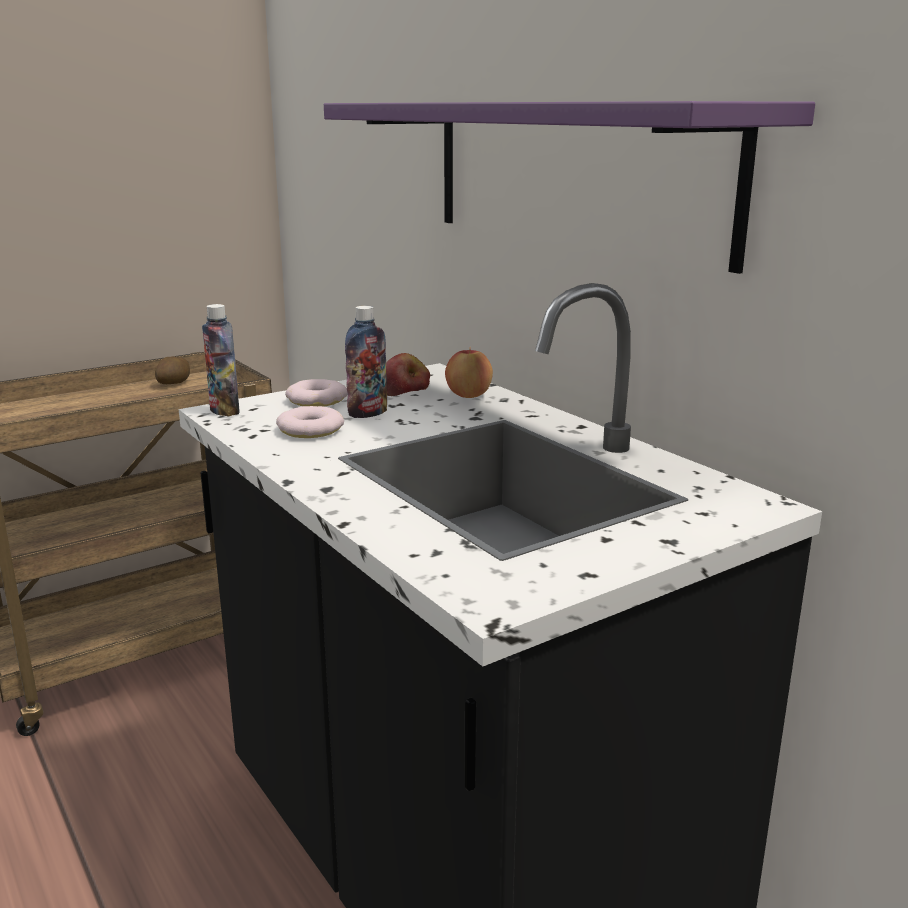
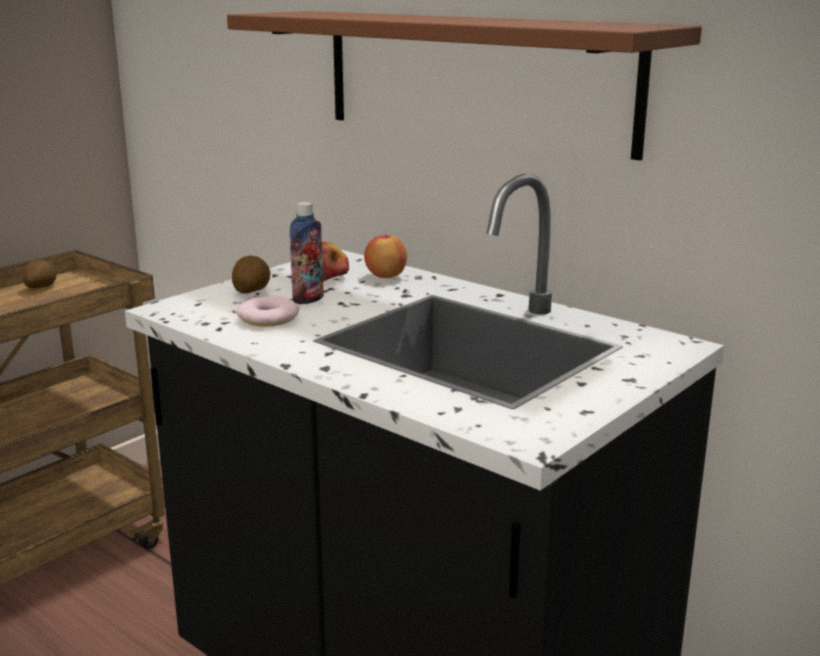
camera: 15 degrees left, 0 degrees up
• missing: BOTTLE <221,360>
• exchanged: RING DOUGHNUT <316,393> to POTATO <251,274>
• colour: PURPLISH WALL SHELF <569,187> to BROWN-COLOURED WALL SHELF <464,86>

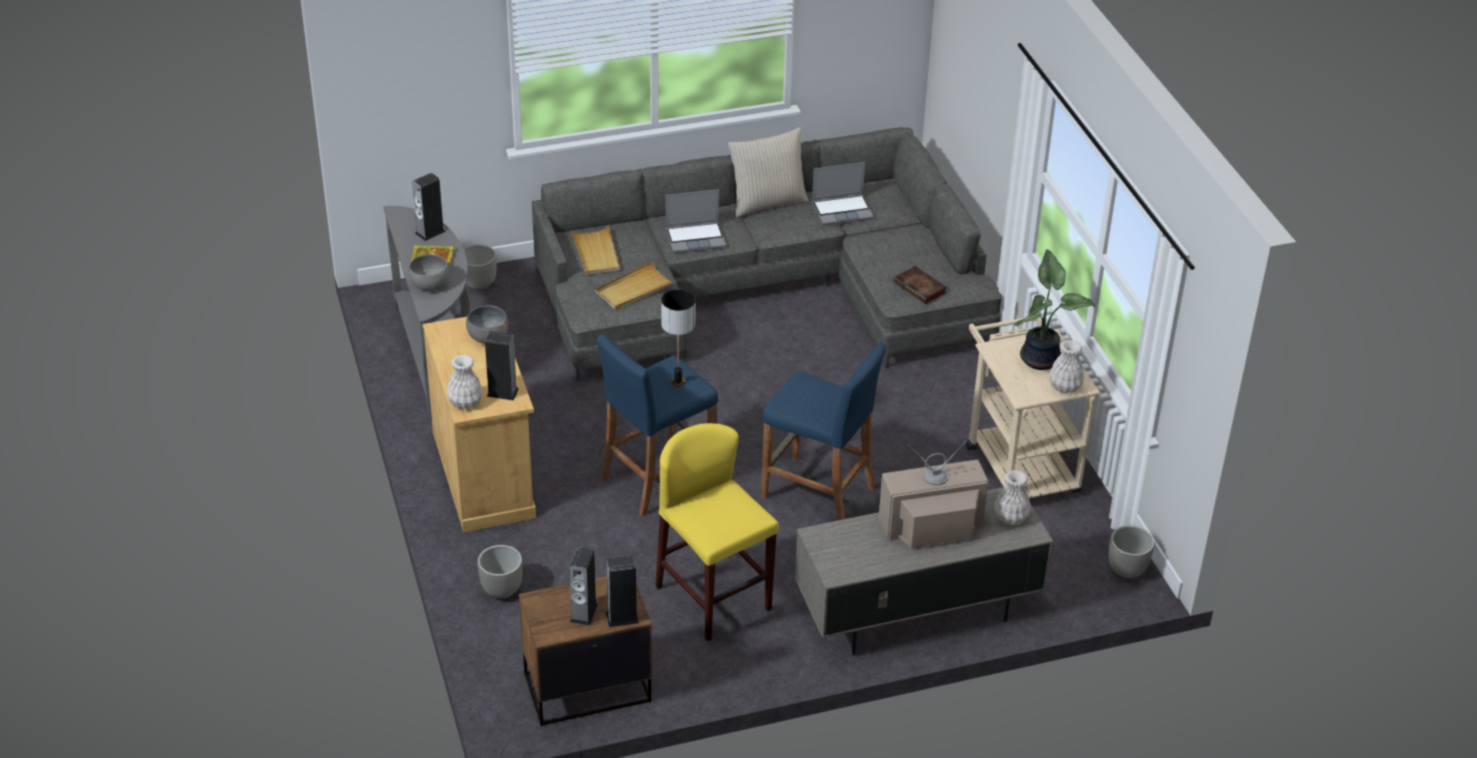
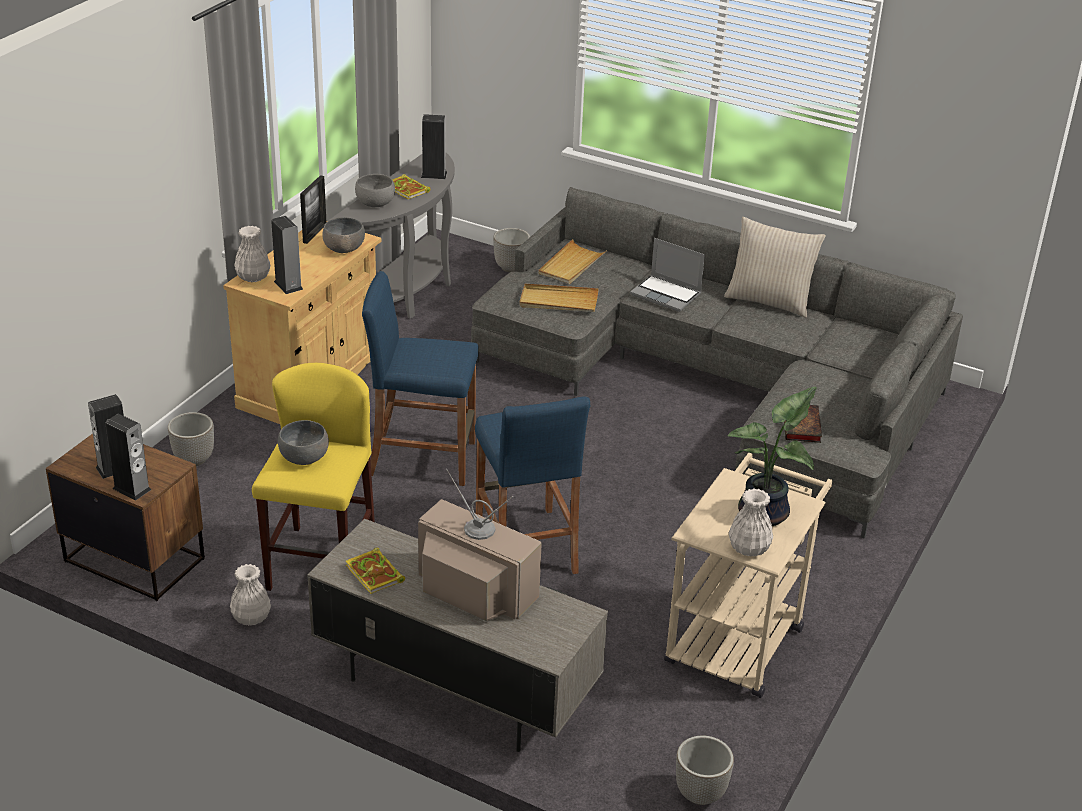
camera: 45 degrees right, 5 degrees down
• missing: TABLE LAMP <678,338>
• missing: LAPTOP <843,193>
• appeared: GREYISH DEEP DISH <303,442>
• appeared: PHOTO FRAME <313,209>
• appeared: BOOK <375,571>
• relocated: WHITISH DECORATIVE VASE <1012,497> to <250,594>

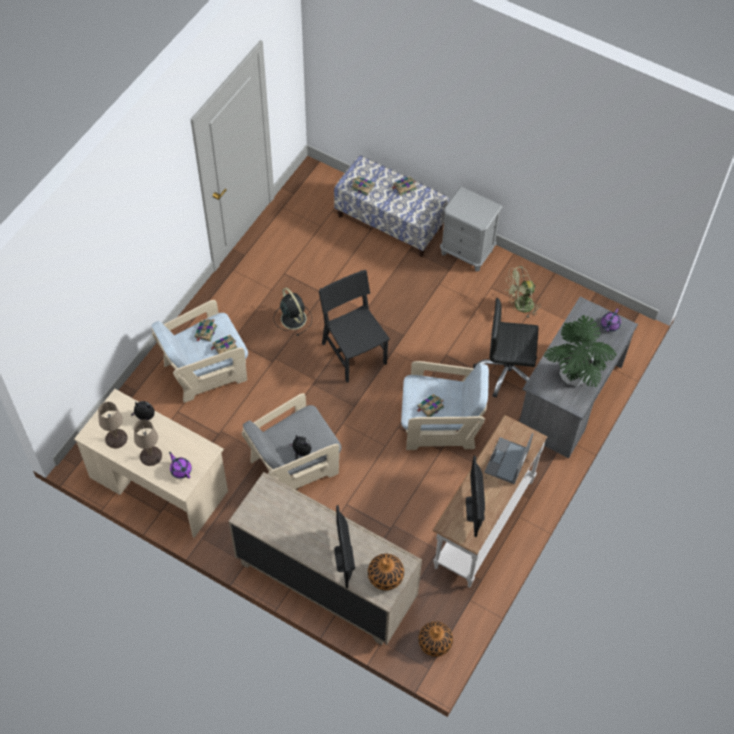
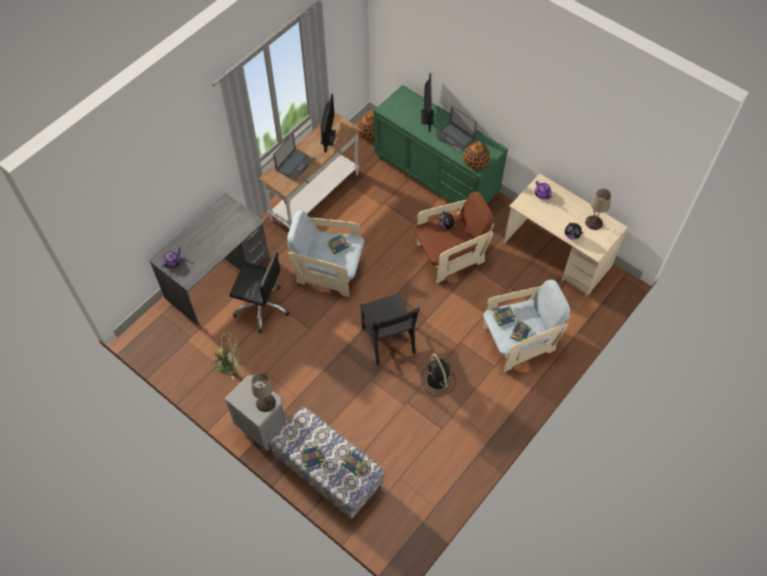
camera: 170 degrees left, 0 degrees up
• missing: PLANT IN A POT <580,351>
• appeared: LAPTOP <456,129>
• relocated: SAND-COLOURED TABLE LAMP <148,442> to <264,392>
• relocated: DECORATIVE VASE <386,572> to <476,155>
• colour: SAND-COLOURED DRAWER CHEST <325,558> to GREENISH DRAWER CHEST <441,144>
• colour: GREYISH EASY CHAIR <291,441> to BROWN-COLOURED EASY CHAIR <454,237>

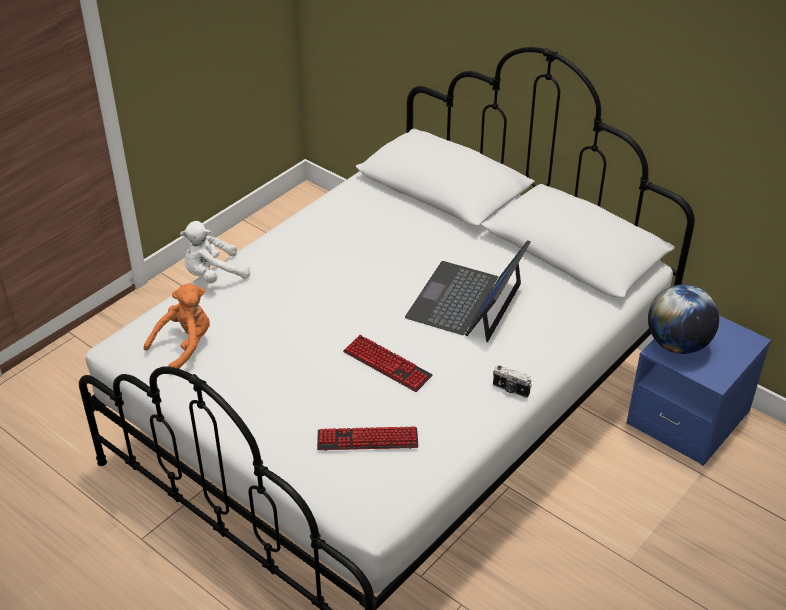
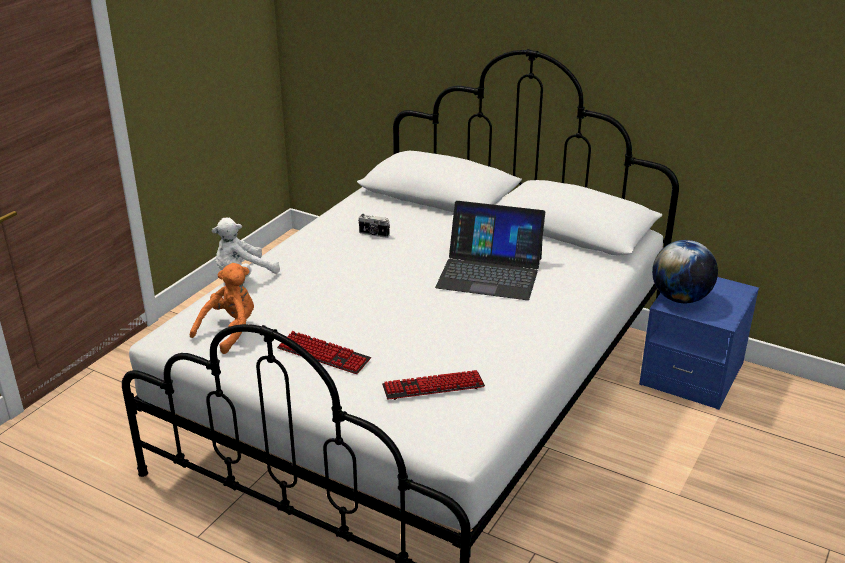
camera: 10 degrees left, 10 degrees down
• relocated: COMPUTER KEYBOARD <388,363> to <324,352>
• relocated: PHOTO CAMERA <512,381> to <374,226>
• spun: LAPTOP <467,291> = <490,250> 90 degrees counterclockwise

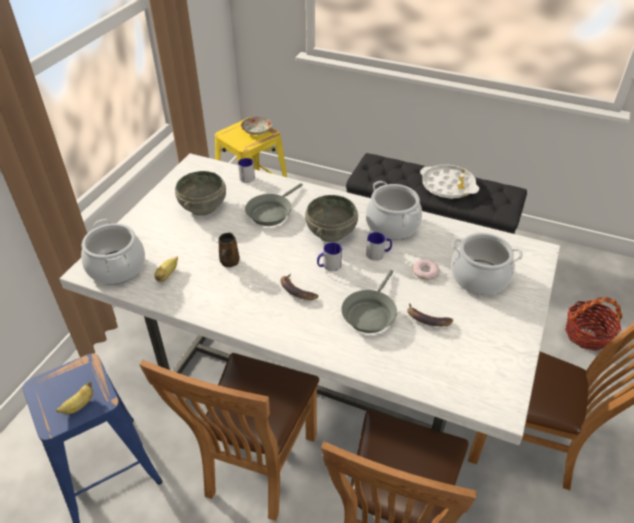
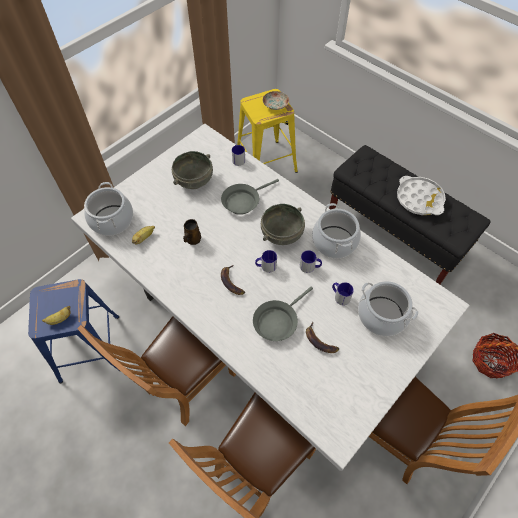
camera: 20 degrees right, 15 degrees up
• exchanged: RING DOUGHNUT <426,270> to MUG <343,293>

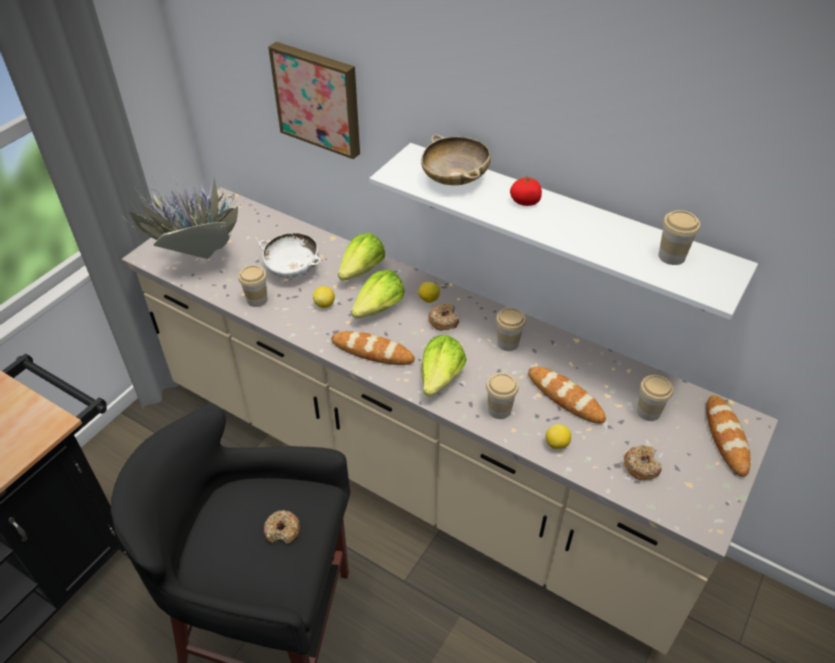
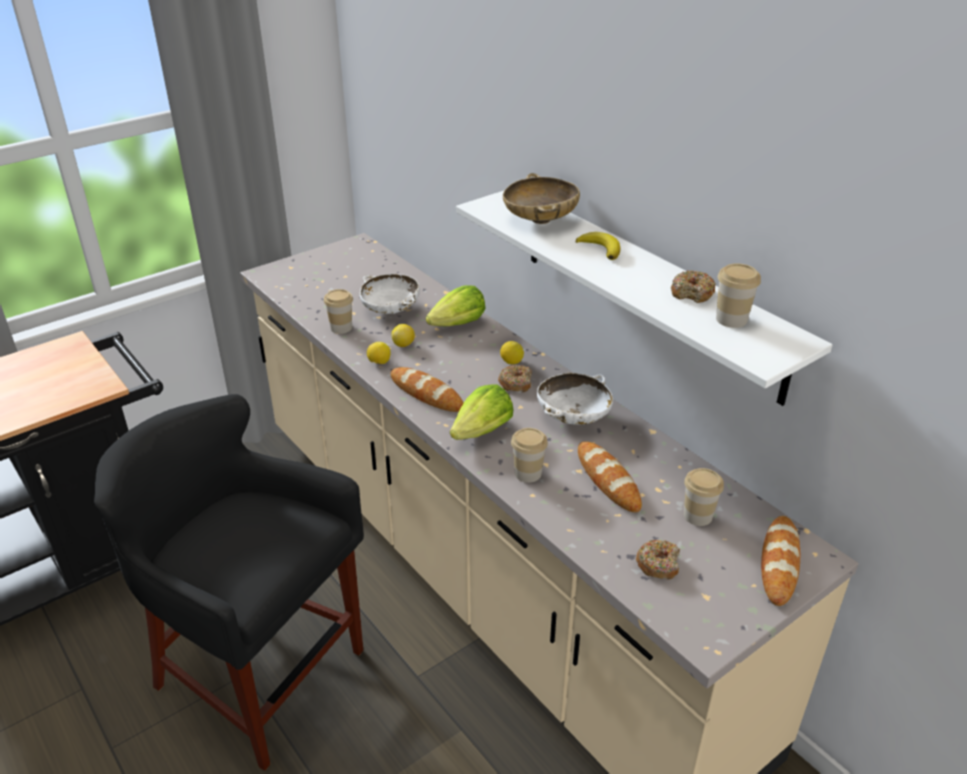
camera: 20 degrees right, 10 degrees down
• missing: PLANT IN A POT <183,214>
• missing: PICTURE <314,100>
• missing: LETTUCE <377,294>
• relocated: RING DOUGHNUT <282,527> to <693,286>
• relocated: WHOLE LEMON <558,436> to <379,353>
• exchanged: DRINKING CUP <511,329> to WHITISH DEEP DISH <575,399>
• exchanged: TOMATO <526,190> to BANANA FRUIT <598,246>

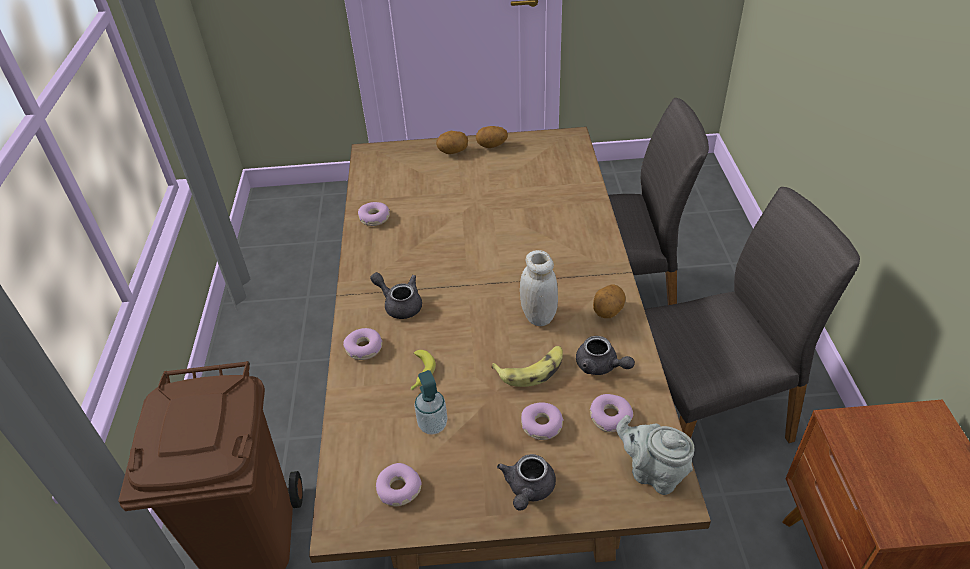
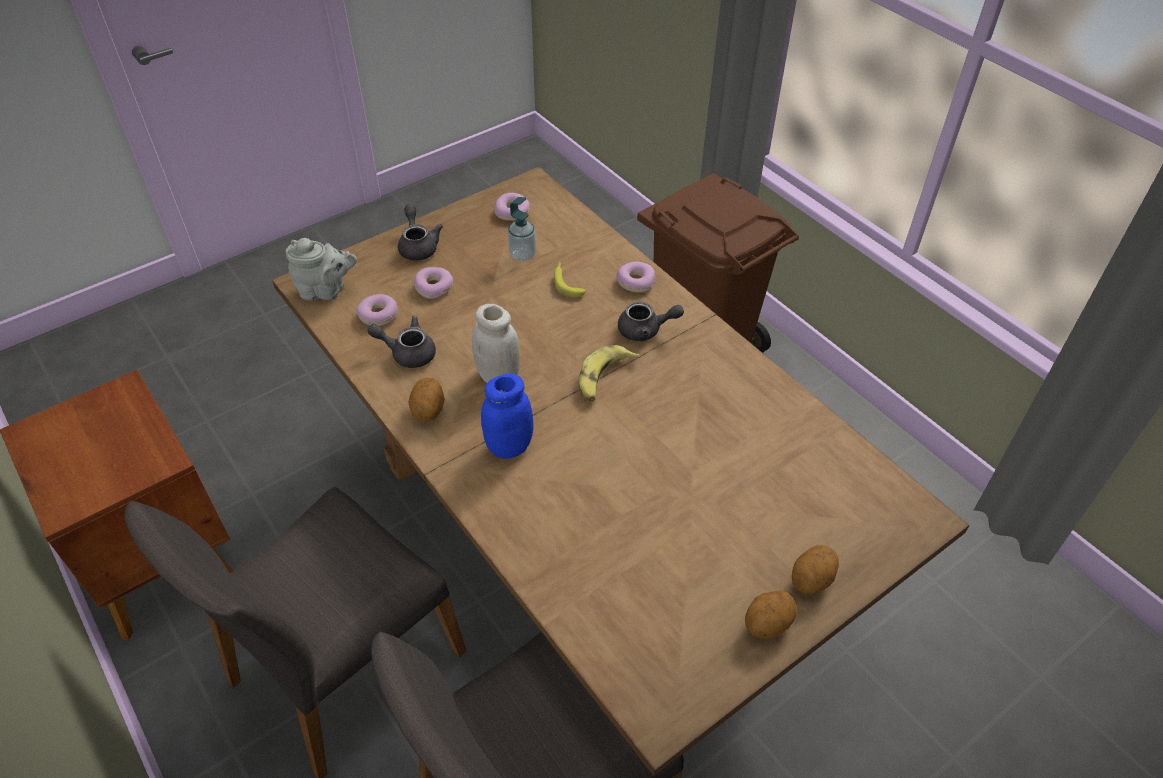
camera: 145 degrees right, 5 degrees up
• missing: RING DOUGHNUT <374,214>
• appeared: BLUISH PRESERVE JAR <507,416>
• relocated: BANANA FRUIT <527,366> to <609,373>

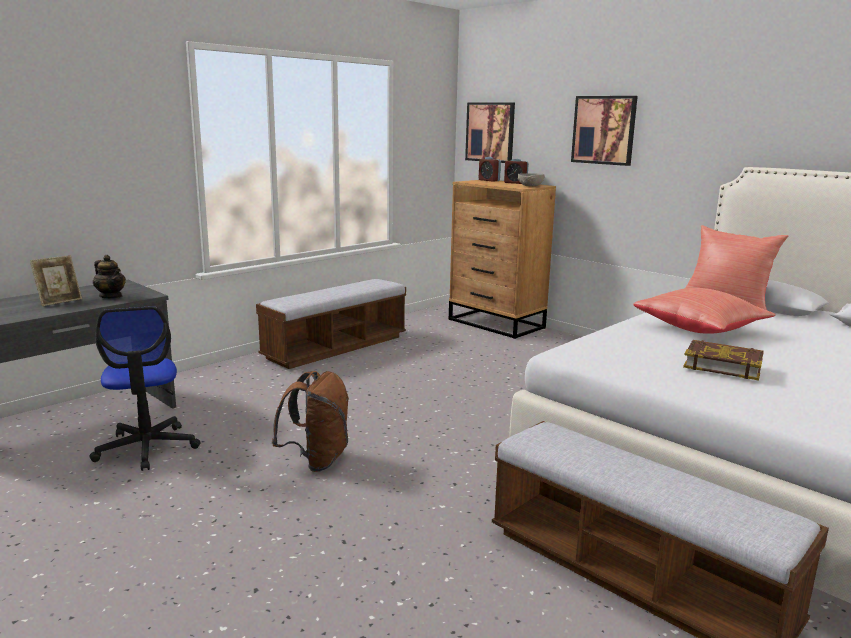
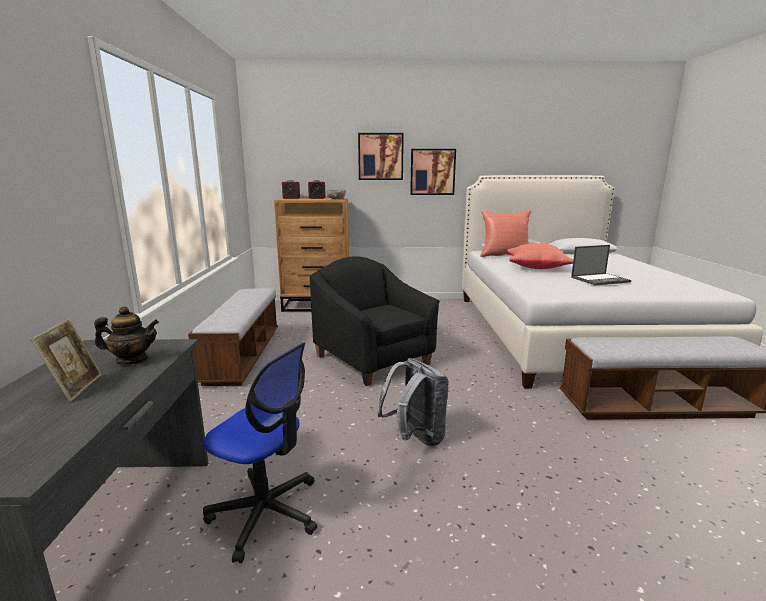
camera: 45 degrees left, 0 degrees up
• appeared: BLACK-COLOURED EASY CHAIR <375,321>
• relocated: PICTURE <490,132> to <433,172>
• exchanged: BOOK <723,360> to LAPTOP <601,265>
• colour: BROWN-COLOURED RUCKSACK <310,421> to GREYISH RUCKSACK <413,402>

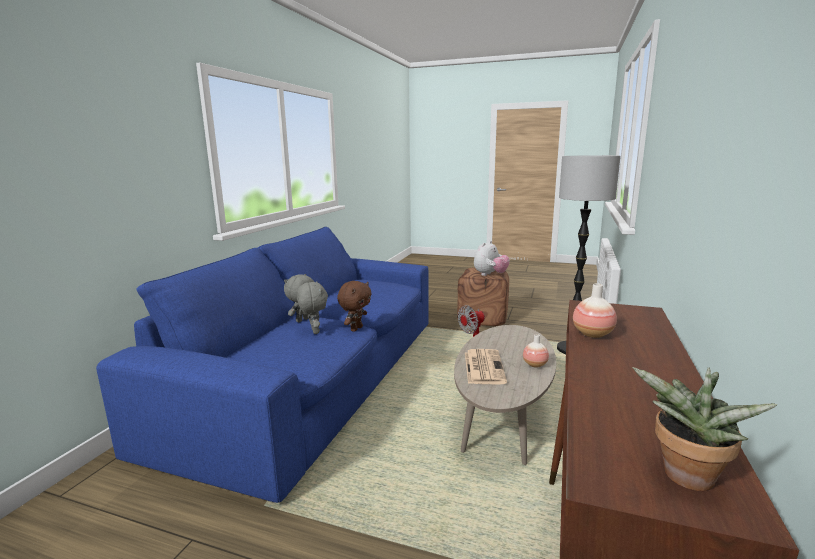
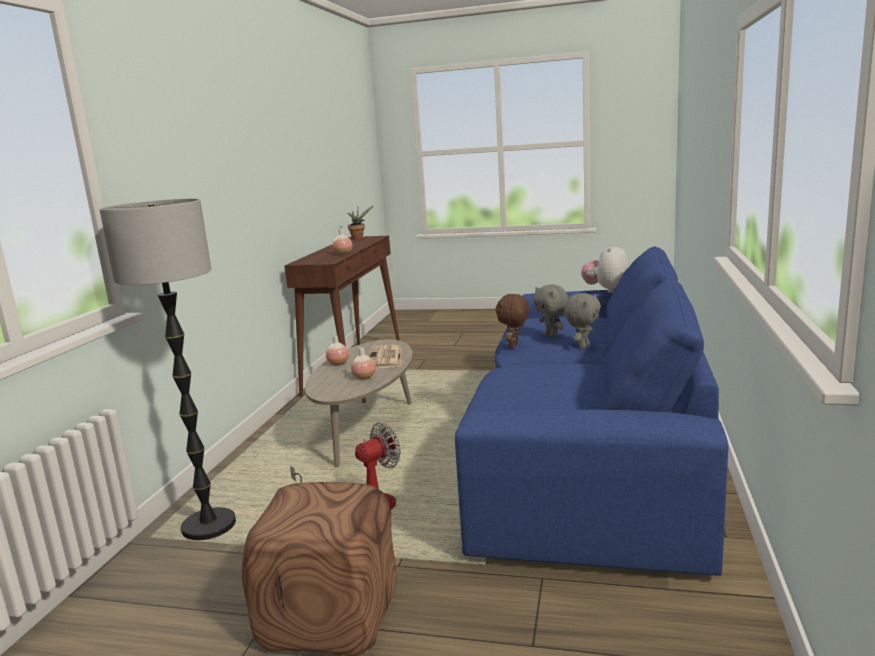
camera: 175 degrees right, 0 degrees up
• appeared: DECORATIVE VASE <363,363>
• relocated: SOFT TOY <492,258> to <605,268>

